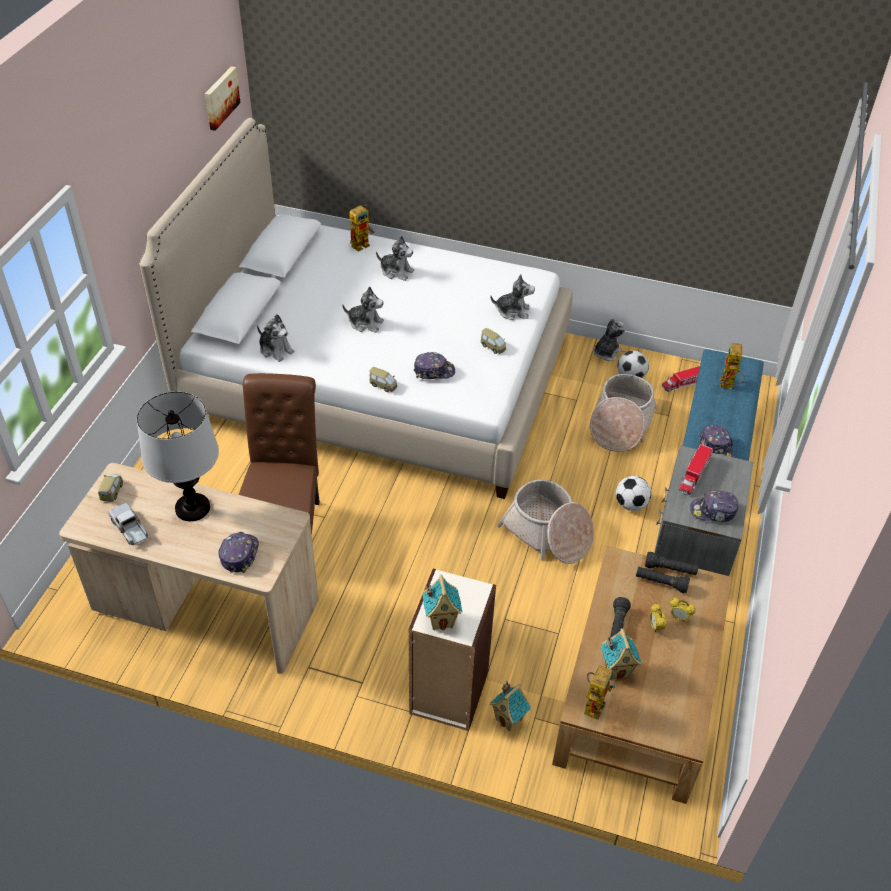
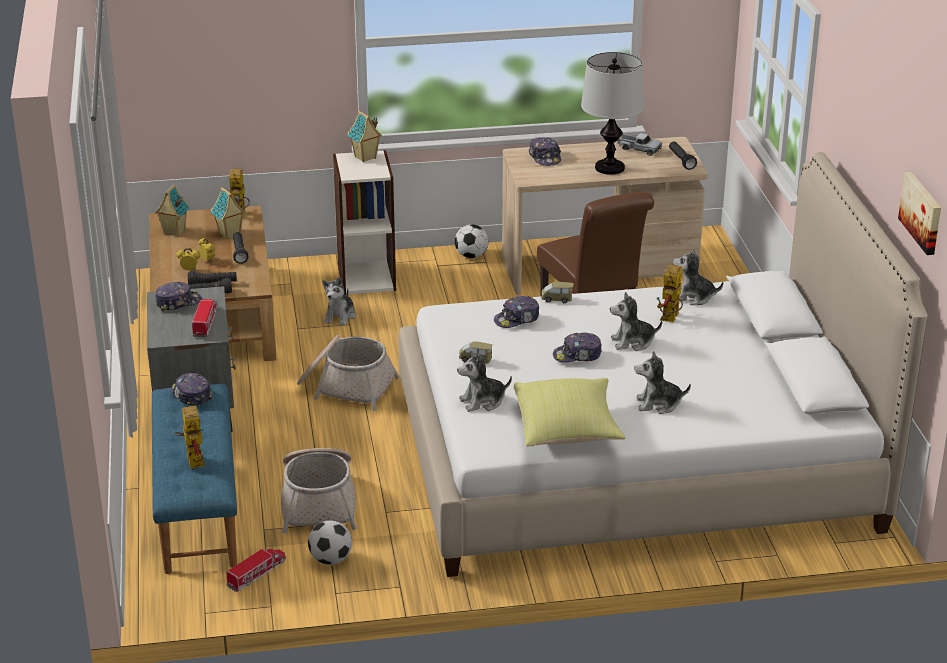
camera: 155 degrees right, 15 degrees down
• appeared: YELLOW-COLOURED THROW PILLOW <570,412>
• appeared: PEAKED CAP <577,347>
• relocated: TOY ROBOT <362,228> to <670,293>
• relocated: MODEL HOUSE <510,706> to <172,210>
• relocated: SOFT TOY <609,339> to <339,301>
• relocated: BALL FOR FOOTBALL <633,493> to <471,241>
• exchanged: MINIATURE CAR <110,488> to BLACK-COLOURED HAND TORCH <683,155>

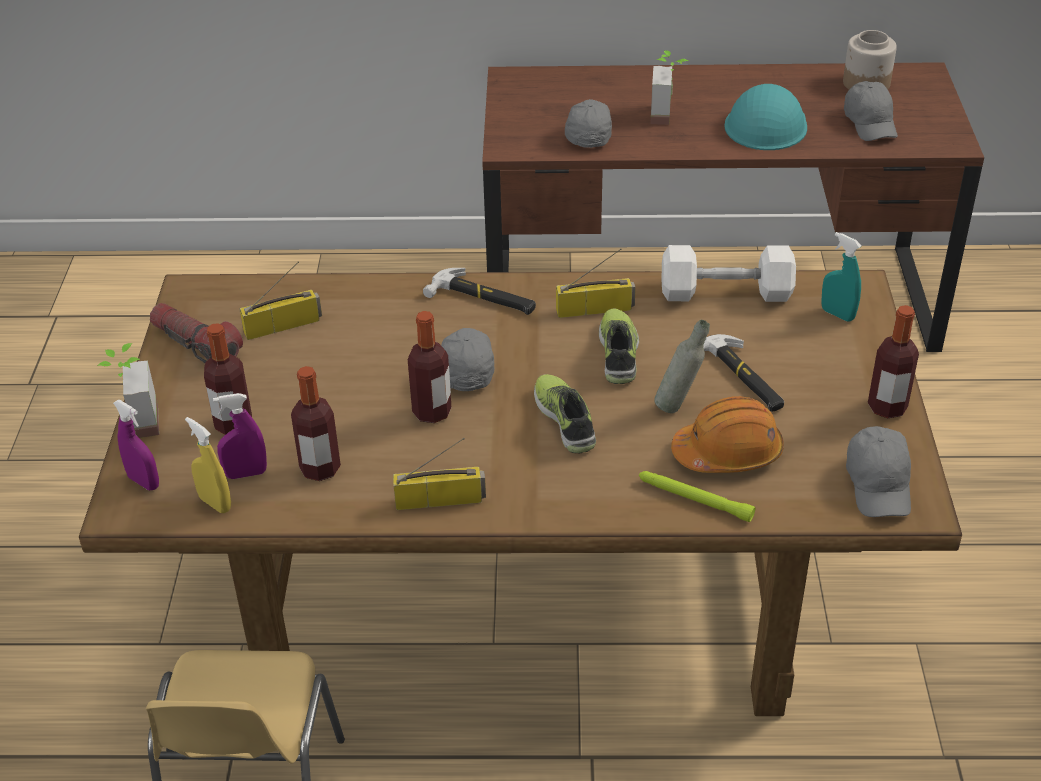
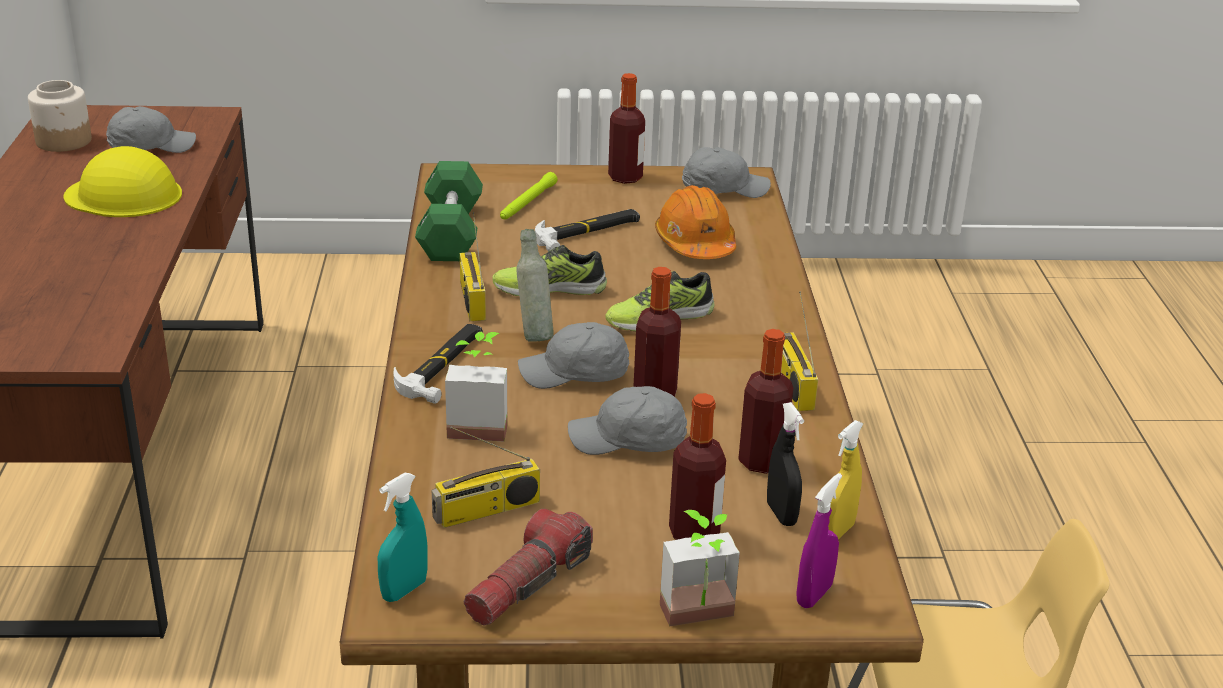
camera: 95 degrees left, 10 degrees down
• relocated: GREYISH PEAKED CAP <588,123> to <627,420>
• relocated: GREENISH HAND TORCH <697,496> to <528,196>
• relocated: PLANT IN A POT <669,87> to <476,386>
• relocated: GREYISH BOTTLE <682,366> to <534,285>
• relocated: TURQUOISE SPRAYER <841,277> to <403,537>
• colour: PURPLISH SPRAYER <240,436> to BLACK-COLOURED SPRAYER <785,464>
• colour: WHITISH DUMBBELL <729,273> to GREENISH DUMBBELL <449,211>
• colour: TURQUOISE HARD HAT <765,117> to YELLOW-COLOURED HARD HAT <123,181>
• spun: RADIO RECEIVER <280,300> = <486,477> 90 degrees counterclockwise

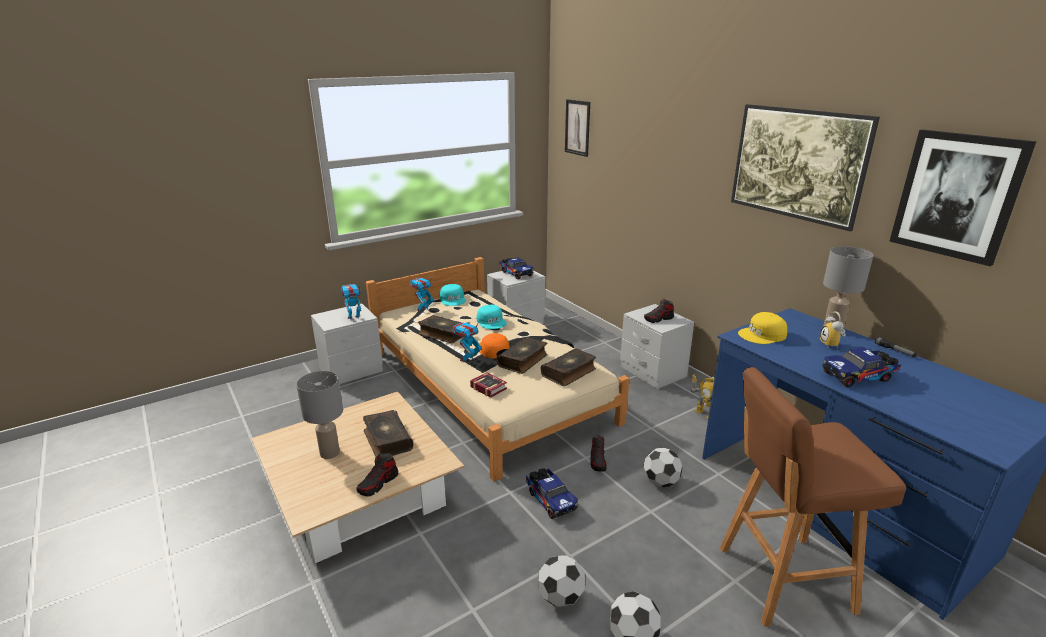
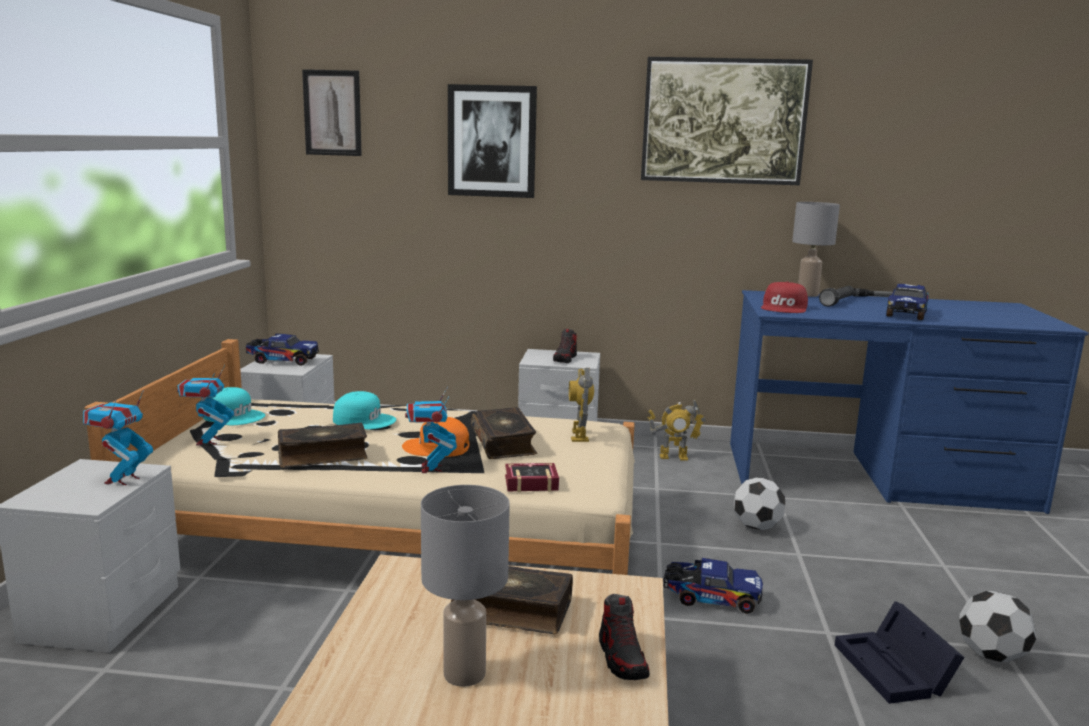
camera: 50 degrees left, 10 degrees down
• missing: LOW SHOE <598,453>
• missing: BROWN-COLOURED SITTING STOOL <813,497>
• relocated: PICTURE <963,198> to <492,141>
• exchanged: BALL FOR FOOTBALL <561,581> to BLACK-COLOURED STORAGE BOX <900,652>
• exchanged: BOOK <568,367> to TOY ROBOT <581,404>
• exchanged: TABLE CLOCK <833,330> to BLACK-COLOURED HAND TORCH <836,296>
• colour: YELLOW-COLOURED PEAKED CAP <763,328> to RED PEAKED CAP <784,297>

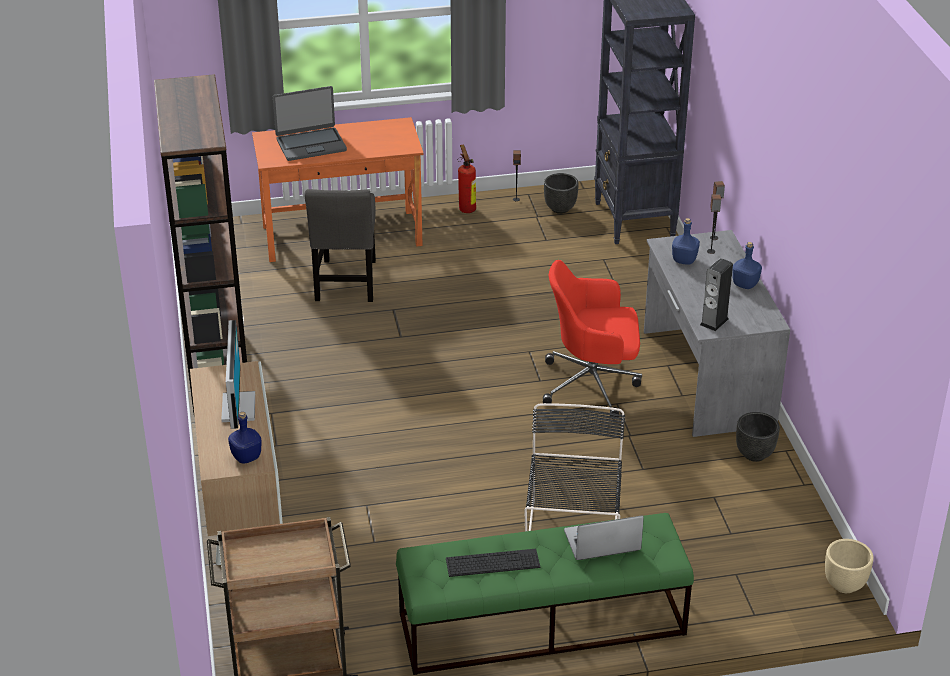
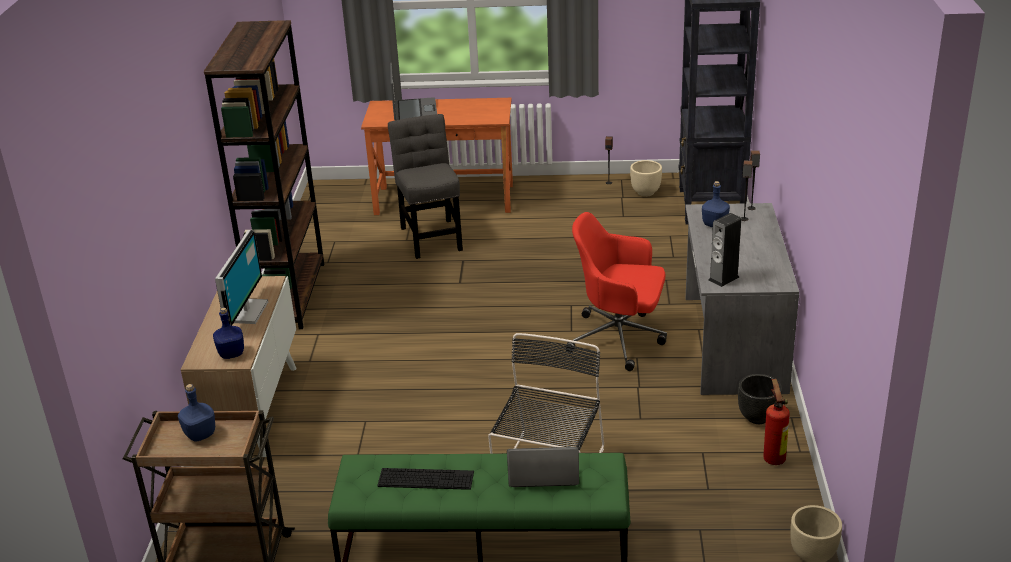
camera: 15 degrees right, 5 degrees down
• relocated: EXTINGUISHER <467,178> to <776,422>
• relocated: BLUISH BOTTLE <747,265> to <196,413>
• colour: BLACK-COLOURED PLANTER <561,193> to SAND-COLOURED PLANTER <646,178>
• spun: LAPTOP <310,123> = <413,91> 90 degrees counterclockwise
• spun: GREYISH UPRIGHT CHAIR <340,245> = <425,186> 150 degrees clockwise

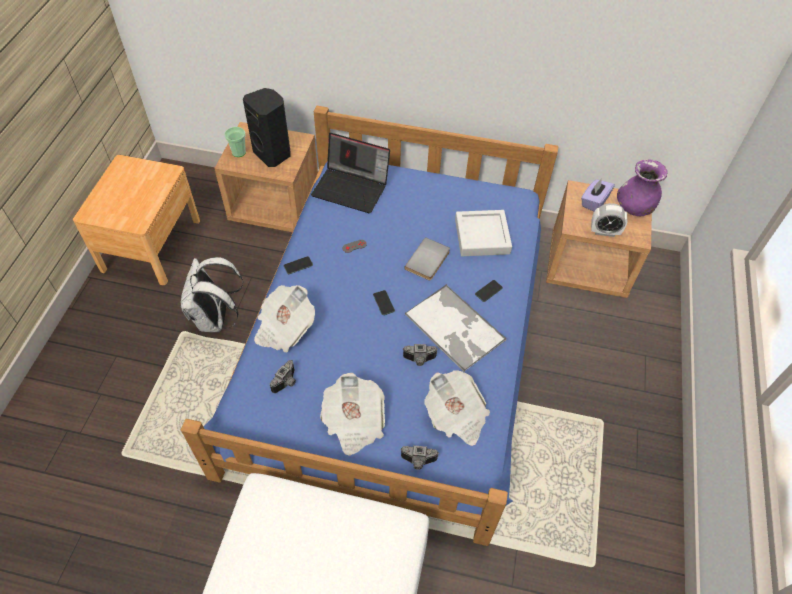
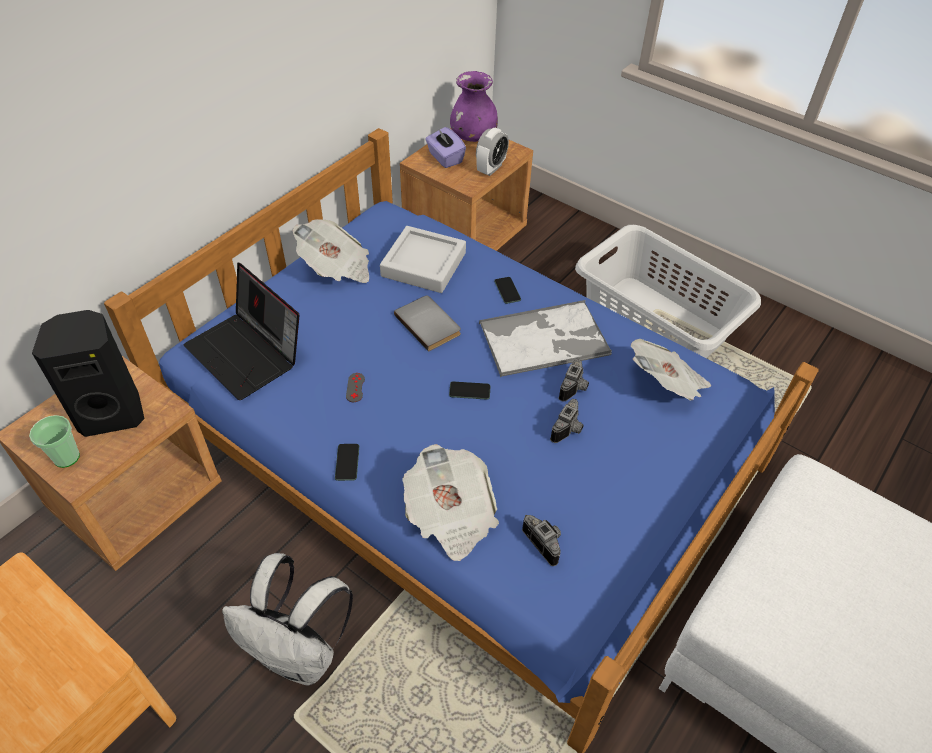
camera: 65 degrees left, 5 degrees down
• appeared: GREYISH LAUNDRY BASKET <668,291>
• relocated: DAILY PAPER <352,414> to <331,251>
• relocated: PHOTO CAMERA <419,457> to <566,421>
• spun: LAPTOP <350,173> = <241,331> 90 degrees clockwise

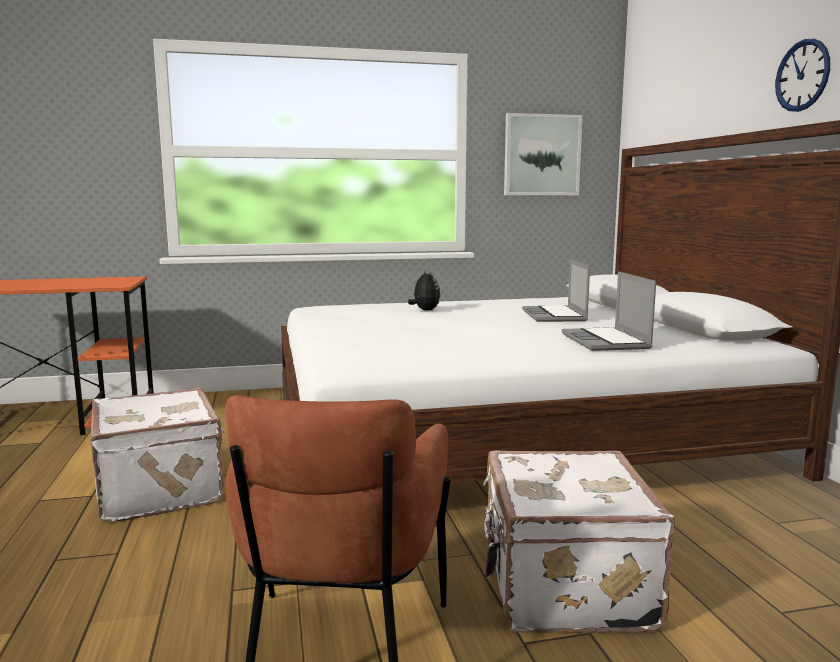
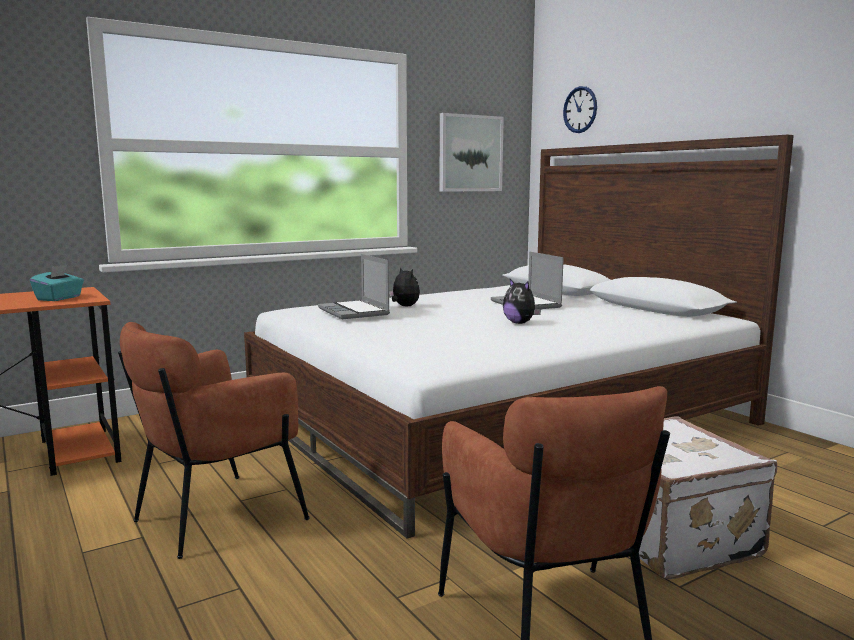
camera: 20 degrees left, 0 degrees up
• appeared: TURQUOISE TISSUE BOX <57,283>
• appeared: SOFT TOY <522,301>
• relocated: LAPTOP <609,311> to <354,286>
• relocated: HANGING CLOCK <802,75> to <580,109>
• exchanged: WHITISH SUITCASE <158,455> to BROWN-COLOURED EASY CHAIR <214,440>

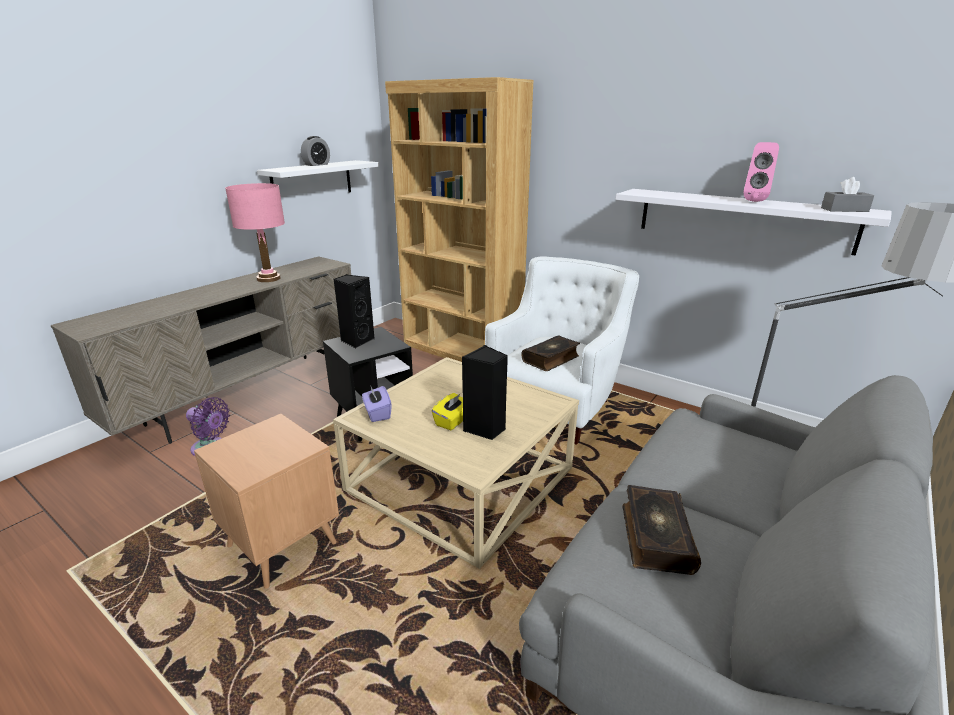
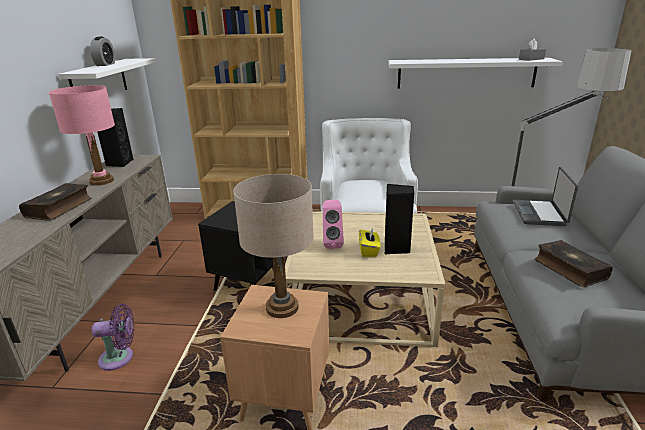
camera: 30 degrees left, 0 degrees up
• missing: PURPLISH TISSUE BOX <377,403>
• appeared: SAND-COLOURED TABLE LAMP <273,246>
• appeared: LAPTOP <545,196>
• relocated: BLACK-COLOURED AUDIO SPEAKER <354,311> to <115,137>
• relocated: BOOK <551,353> to <55,202>
• relocated: PINK AUDIO SPEAKER <761,172> to <333,224>

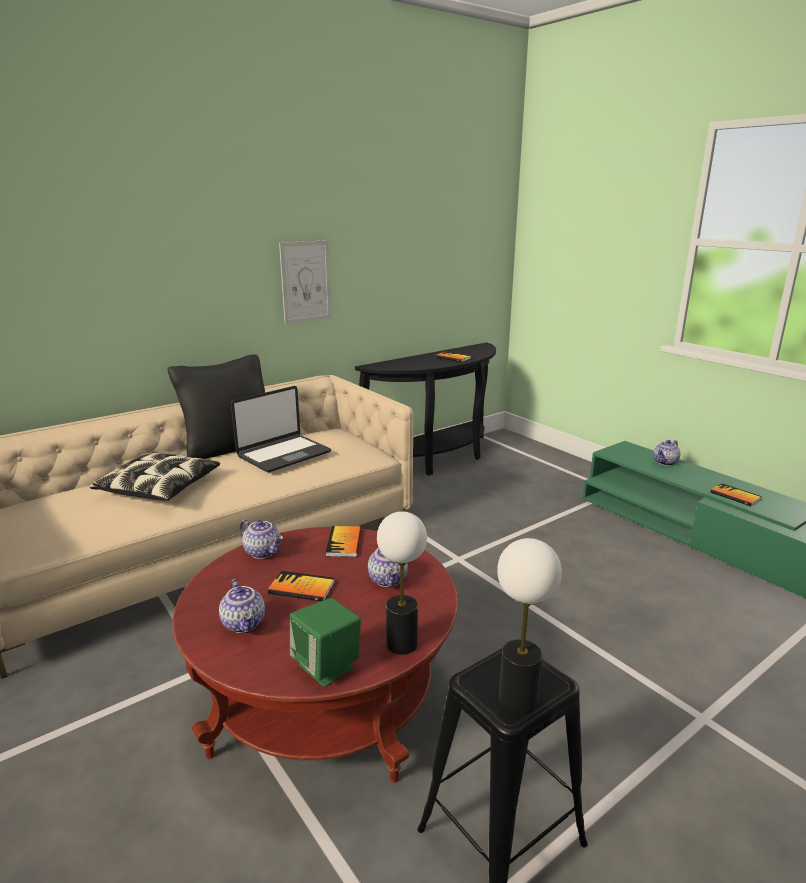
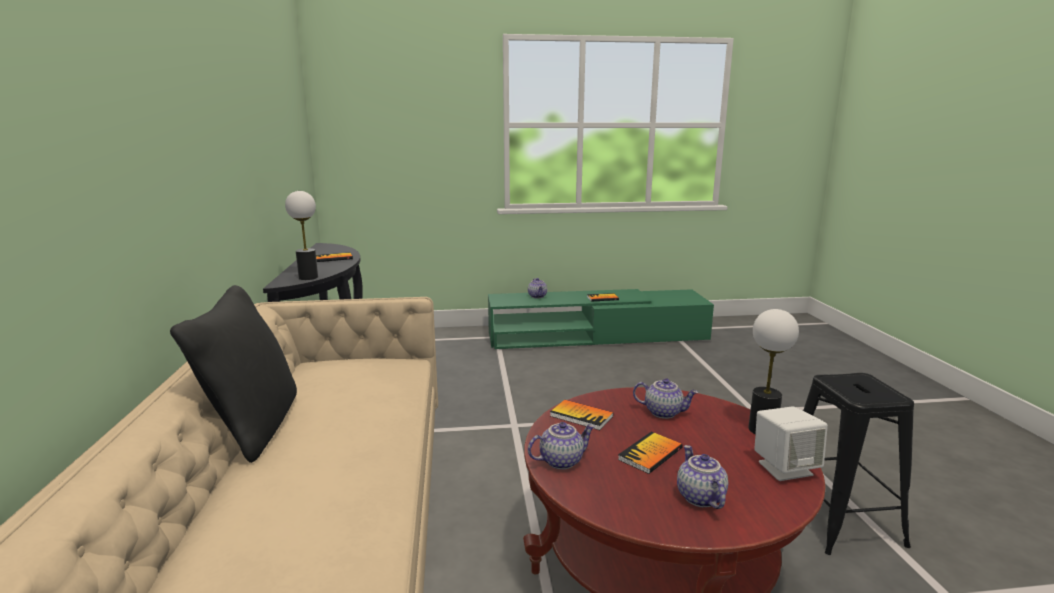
camera: 60 degrees left, 5 degrees down
• missing: THROW PILLOW <155,476>
• missing: LAPTOP <281,429>
• missing: PICTURE <305,282>
• relocated: TABLE LAMP <529,626> to <301,235>
• colour: GREENISH AUDIO SPEAKER <325,642> to WHITISH AUDIO SPEAKER <791,443>
• spun: POT FOR TEA <242,606> = <702,477> 105 degrees counterclockwise

